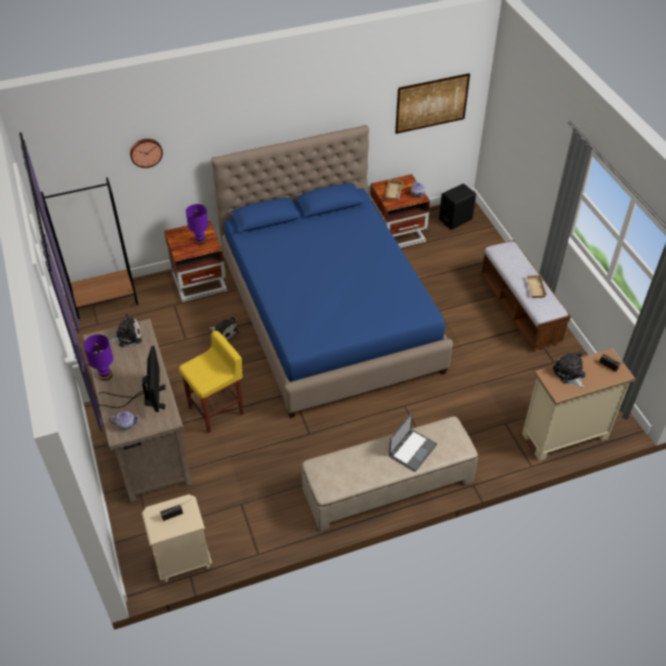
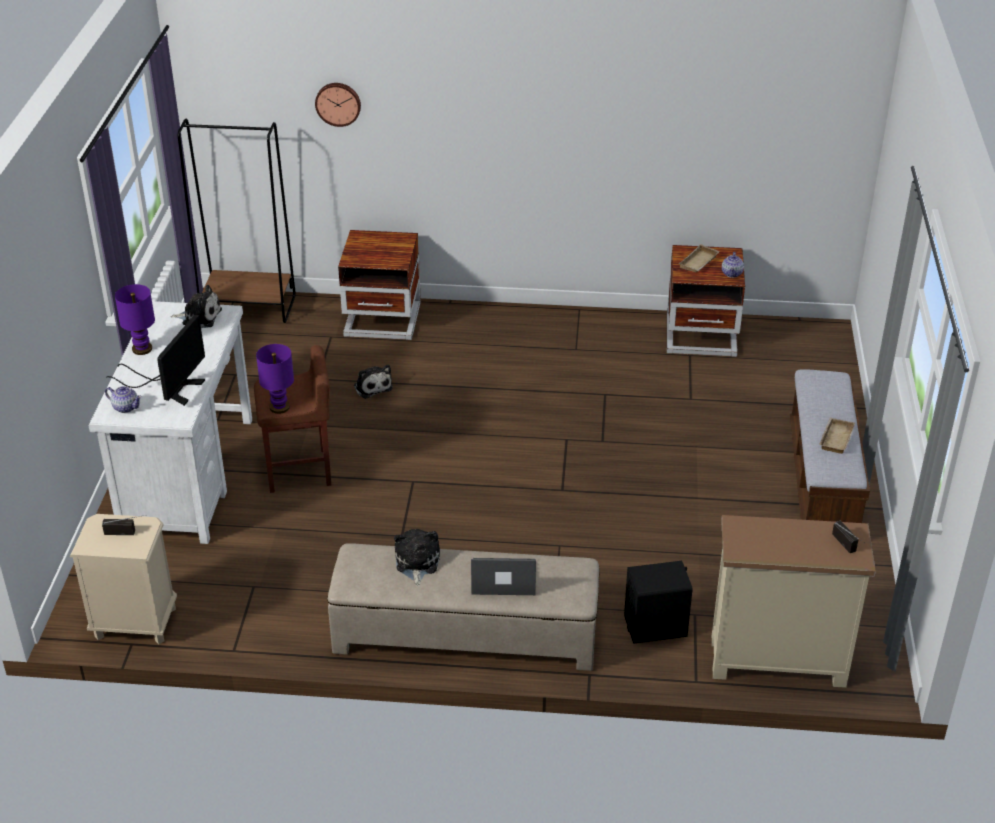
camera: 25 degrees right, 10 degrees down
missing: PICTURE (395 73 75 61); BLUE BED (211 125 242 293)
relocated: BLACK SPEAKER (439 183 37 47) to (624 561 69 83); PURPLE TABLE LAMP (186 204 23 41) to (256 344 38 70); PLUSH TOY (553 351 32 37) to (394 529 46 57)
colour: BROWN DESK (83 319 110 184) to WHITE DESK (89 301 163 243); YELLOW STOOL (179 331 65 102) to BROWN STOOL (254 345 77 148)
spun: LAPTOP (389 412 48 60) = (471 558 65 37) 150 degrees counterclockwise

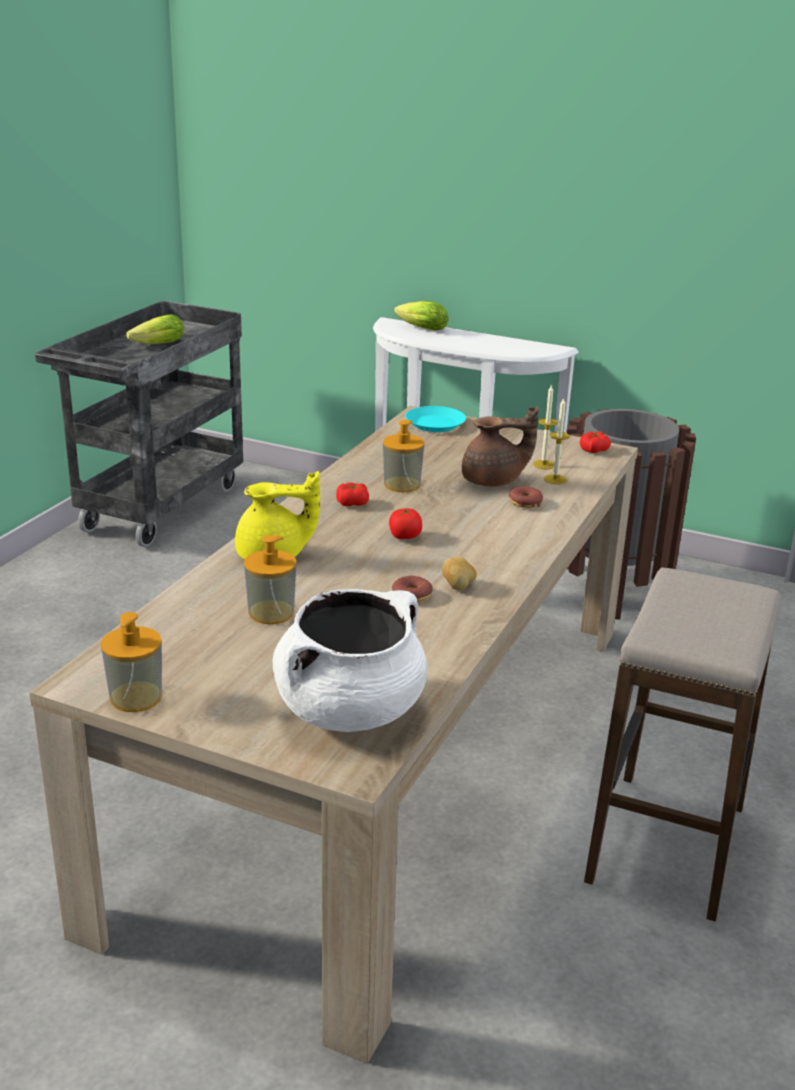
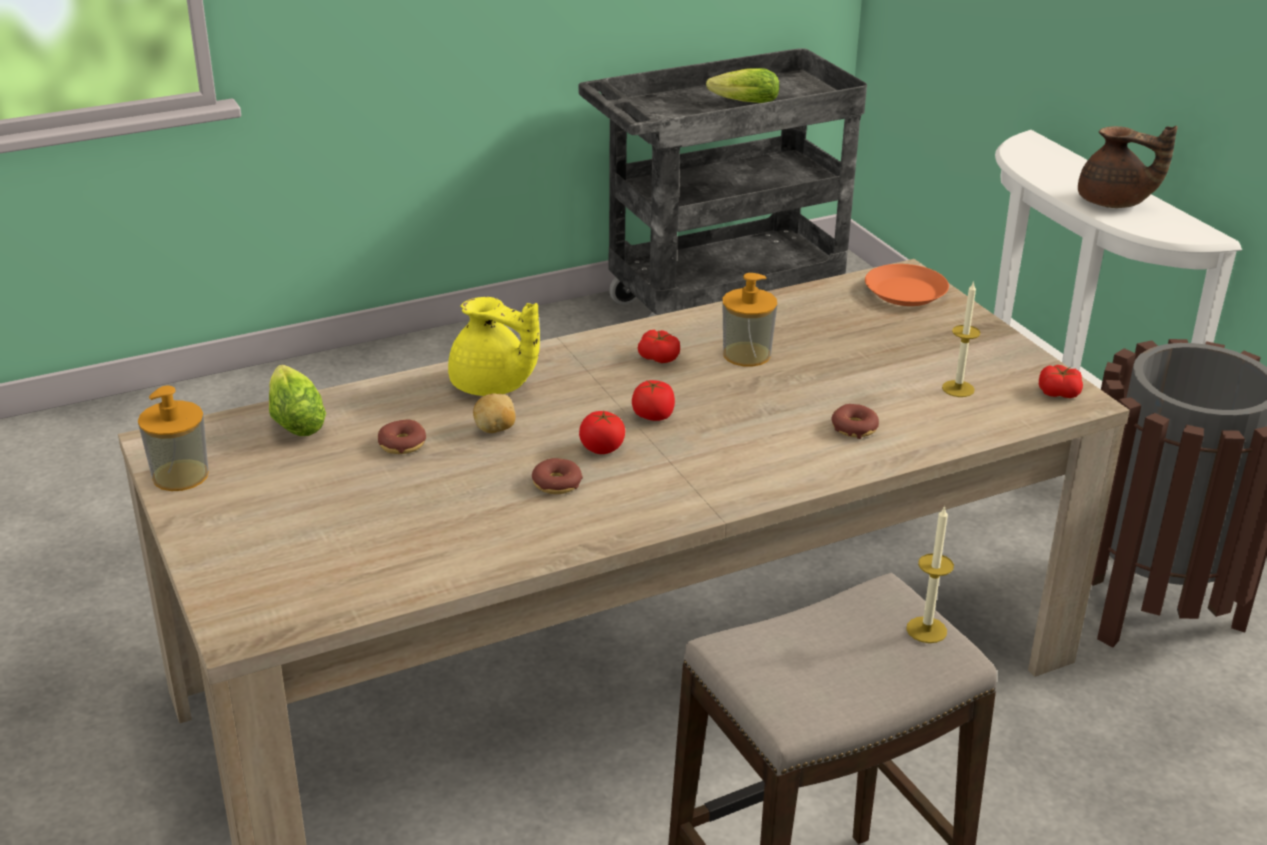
camera: 40 degrees right, 5 degrees up
missing: WHITE COOKING POT (273 589 155 143)
appeared: TOMATO (579 411 46 43)
relocated: LETTUCE (394 301 55 29) to (269 365 57 71); CANDLE (544 397 26 87) to (906 505 48 138); BROWN TEAPOT (462 406 77 81) to (1078 126 100 82); POTATO (442 556 35 34) to (473 393 43 40)
exchanged: SOAP DISPENSER (244 535 53 89) to DONUT (378 419 48 35)
colour: TURQUOISE PLATE (406 406 60 26) to ORANGE PLATE (865 264 84 42)

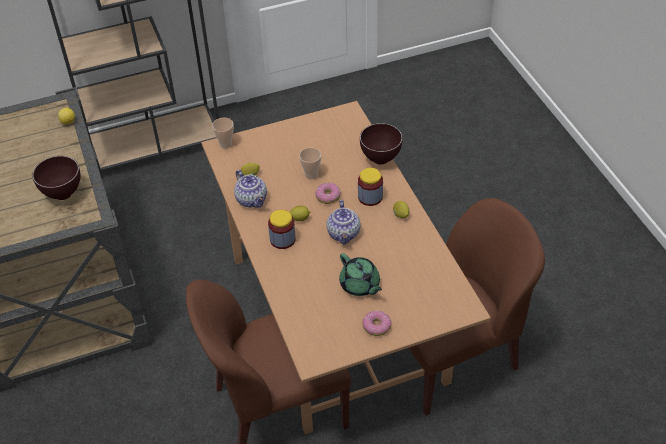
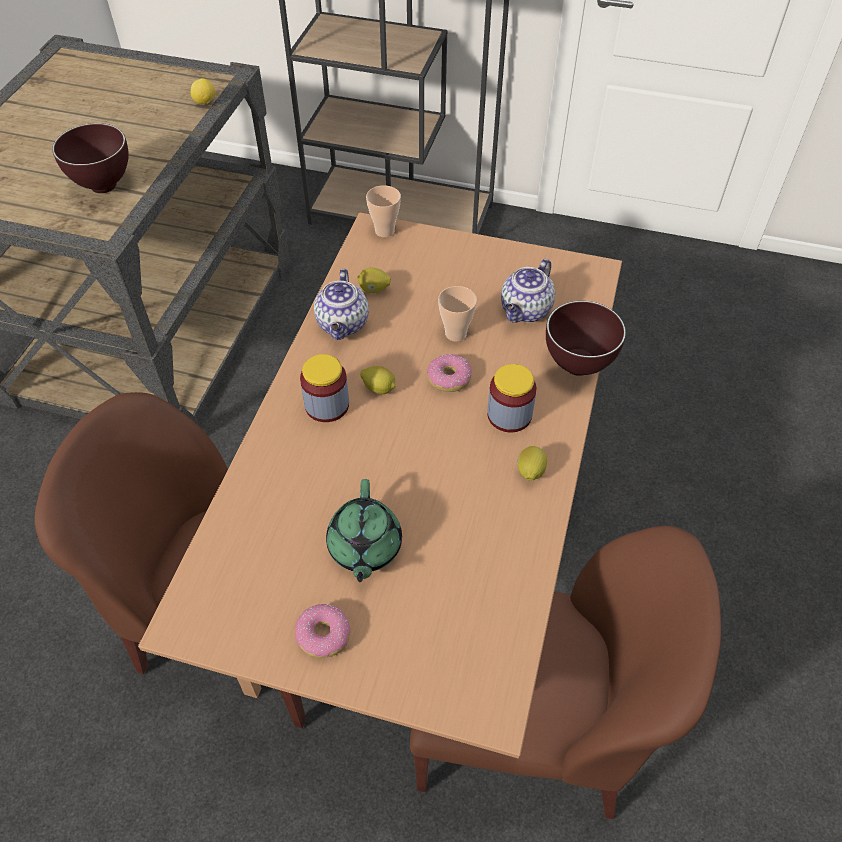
camera: 35 degrees right, 5 degrees up
relocated: TEAPOT (326 200 34 44) to (501 259 54 63)

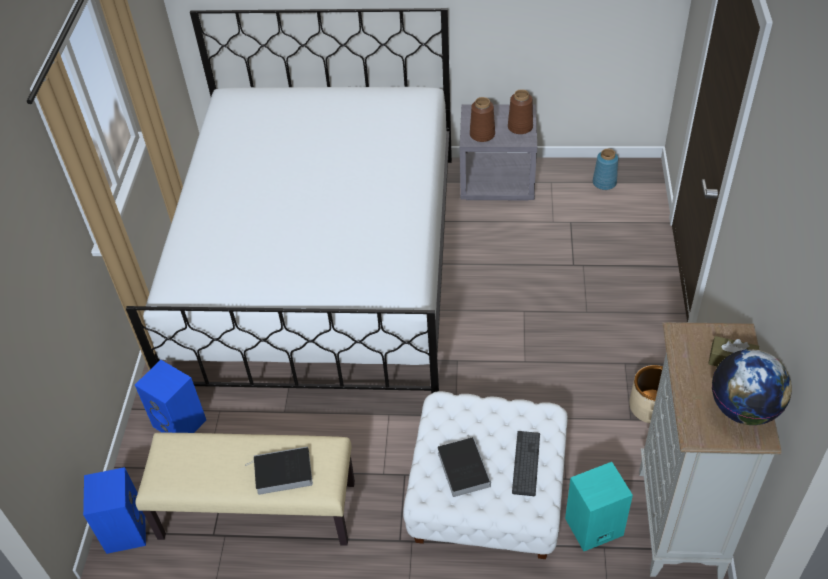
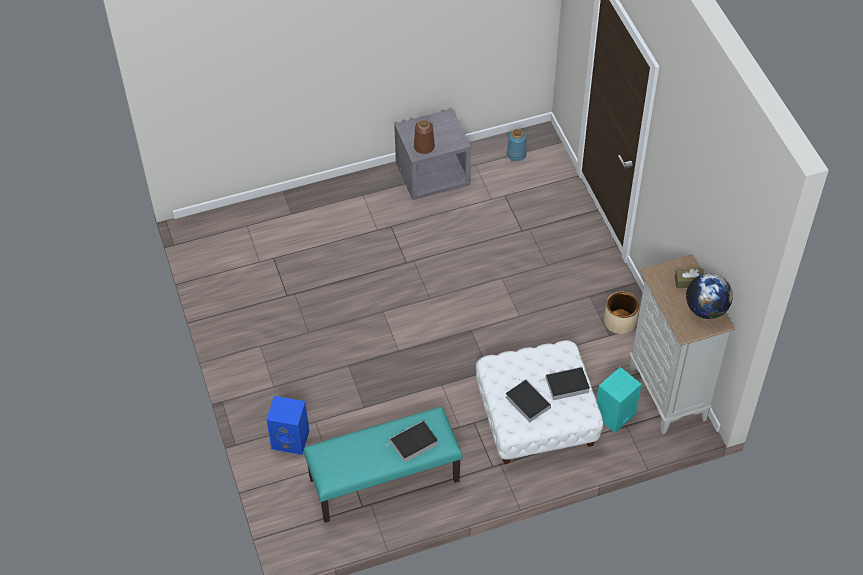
camera: 25 degrees left, 5 degrees up
missing: WHITE BED (126 8 326 386); BROWN VASE (508 89 25 45); BLUE SPEAKER (83 467 63 87)
exchanged: KEYBOARD (512 431 28 65) to BOOK (540 367 50 33)
colour: BEIGE BENCH (135 433 220 113) to TURQUOISE BENCH (304 407 158 116)

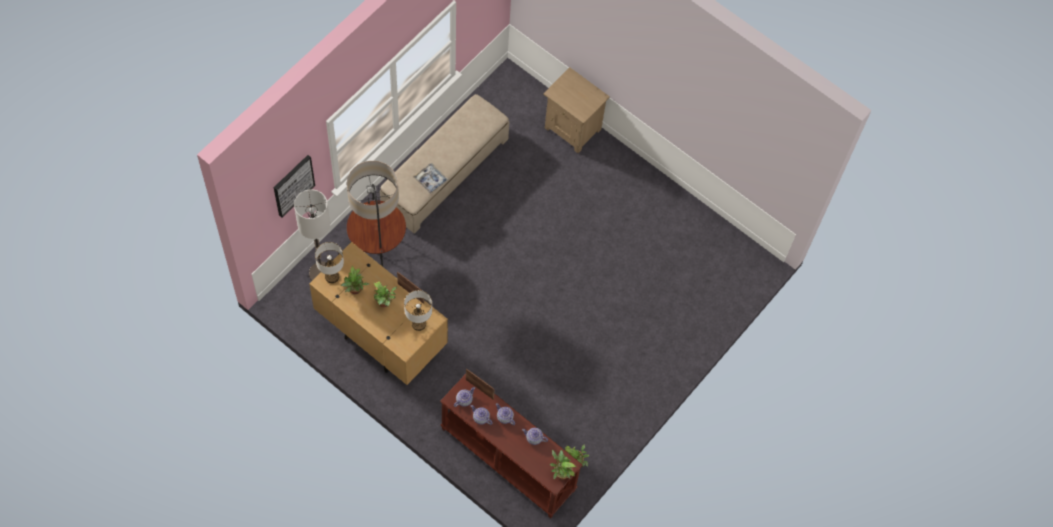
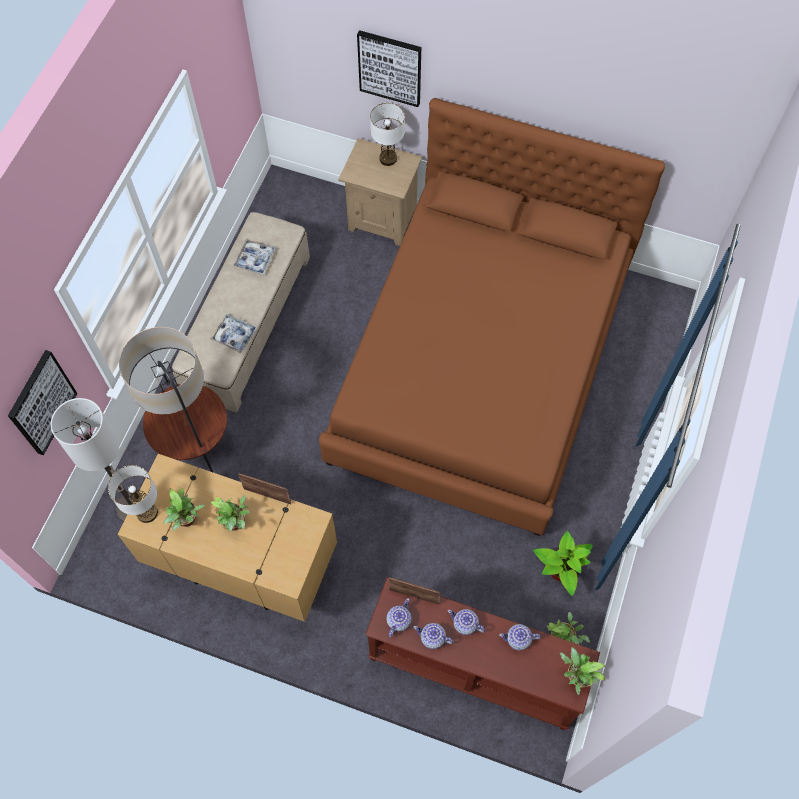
camera: 15 degrees left, 0 degrees up
appeared: PICTURE (357 30 64 77); BROWN BED (319 98 346 438); TRAY (234 239 42 36); POTTED PLANT (533 531 60 65)
relocated: TABLE LAMP (404 290 28 41) to (370 103 35 63)

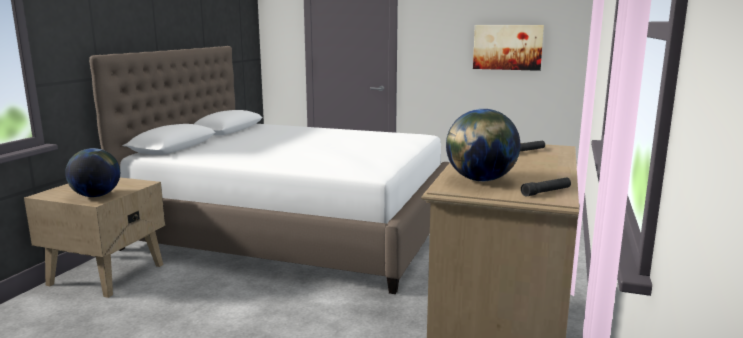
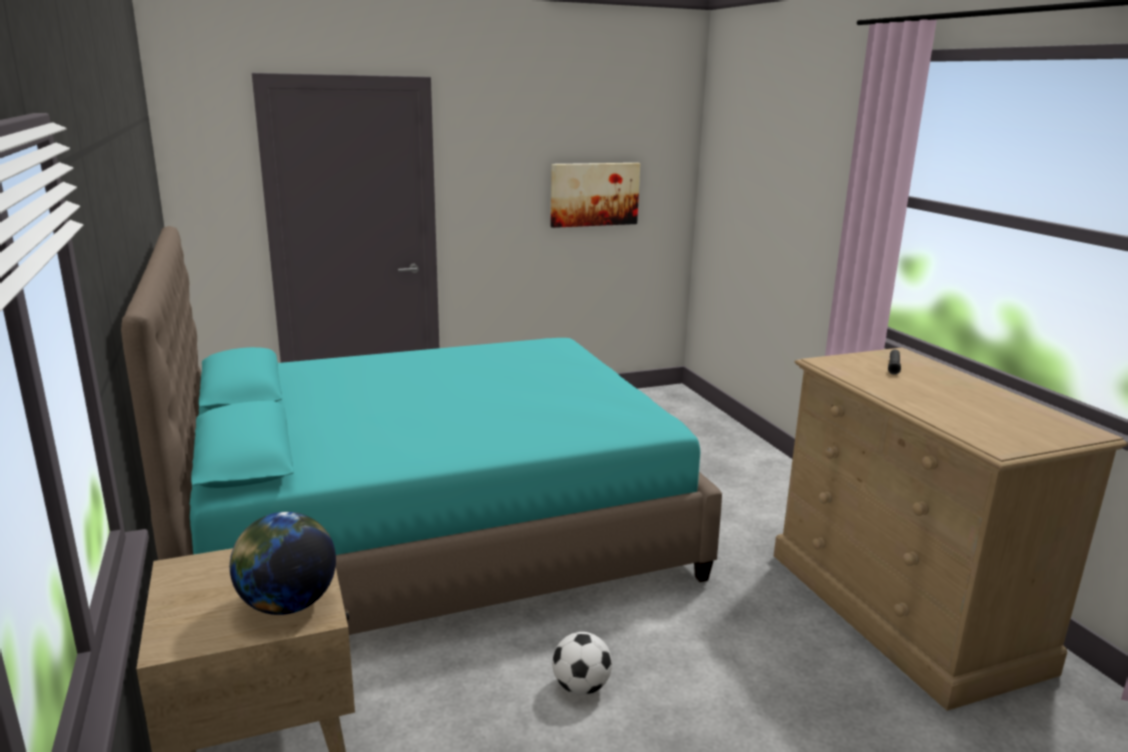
camera: 40 degrees left, 5 degrees up
missing: GLOBE (446 109 74 72); BLACK FLASHLIGHT (521 178 50 19)
appeared: FOOTBALL (552 632 60 63)
colour: WHITE BED (89 46 361 248) to TURQUOISE BED (121 226 601 409)

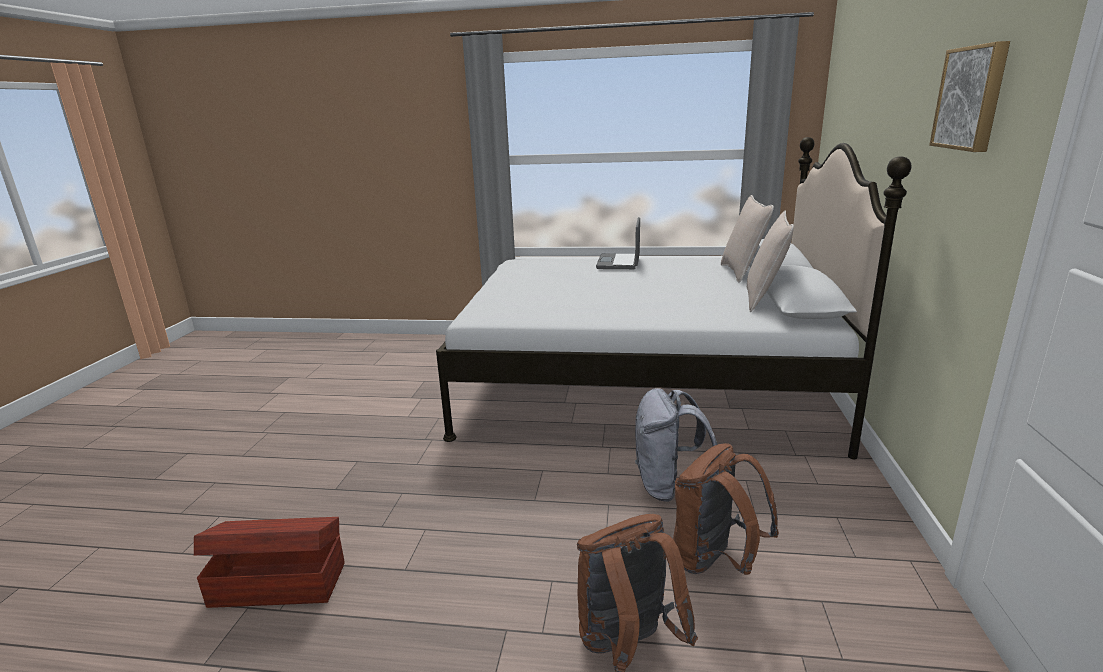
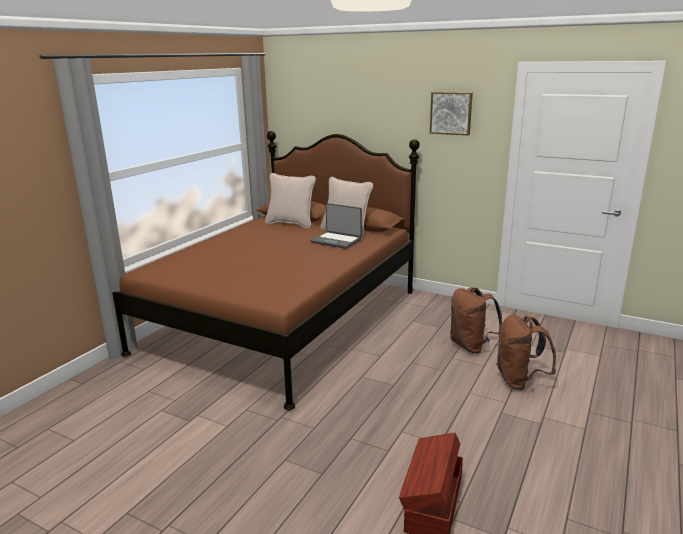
camera: 70 degrees left, 0 degrees up
missing: GREY BACKPACK (635 388 82 114)
relocated: LAPTOP (596 217 44 52) to (310 203 52 46)
colour: WHITE BED (436 137 475 322) to BROWN BED (112 131 308 279)

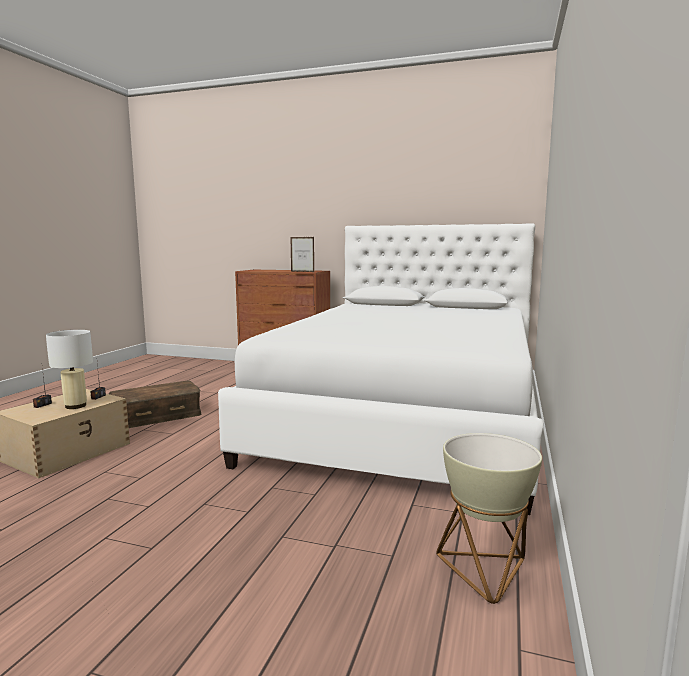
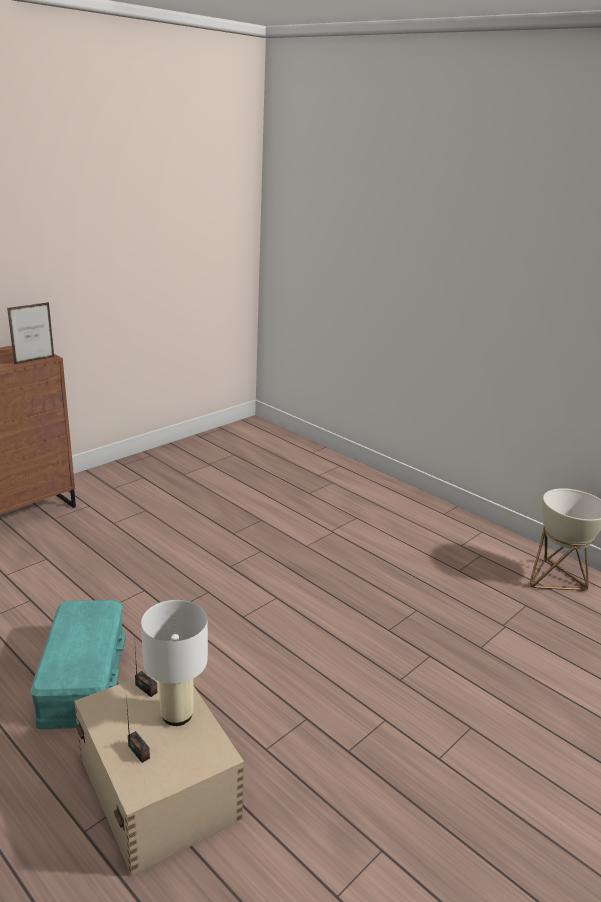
camera: 65 degrees left, 15 degrees up
missing: WHITE BED (218 223 326 292)
colour: BROWN STORAGE BOX (109 381 92 47) to TURQUOISE STORAGE BOX (30 600 96 129)

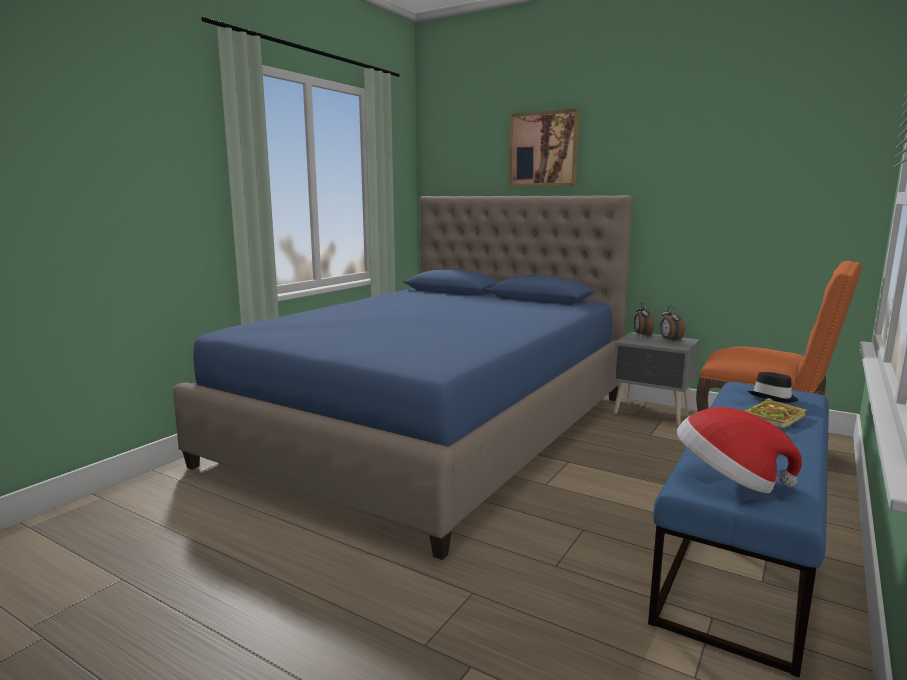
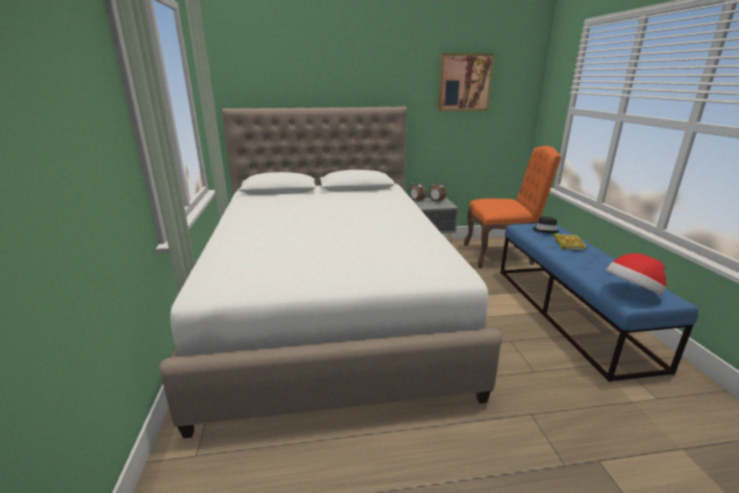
camera: 40 degrees left, 10 degrees up
relocated: PICTURE (509 109 71 78) to (438 53 57 58)
colour: BLUE BED (173 195 460 365) to WHITE BED (159 107 343 331)

